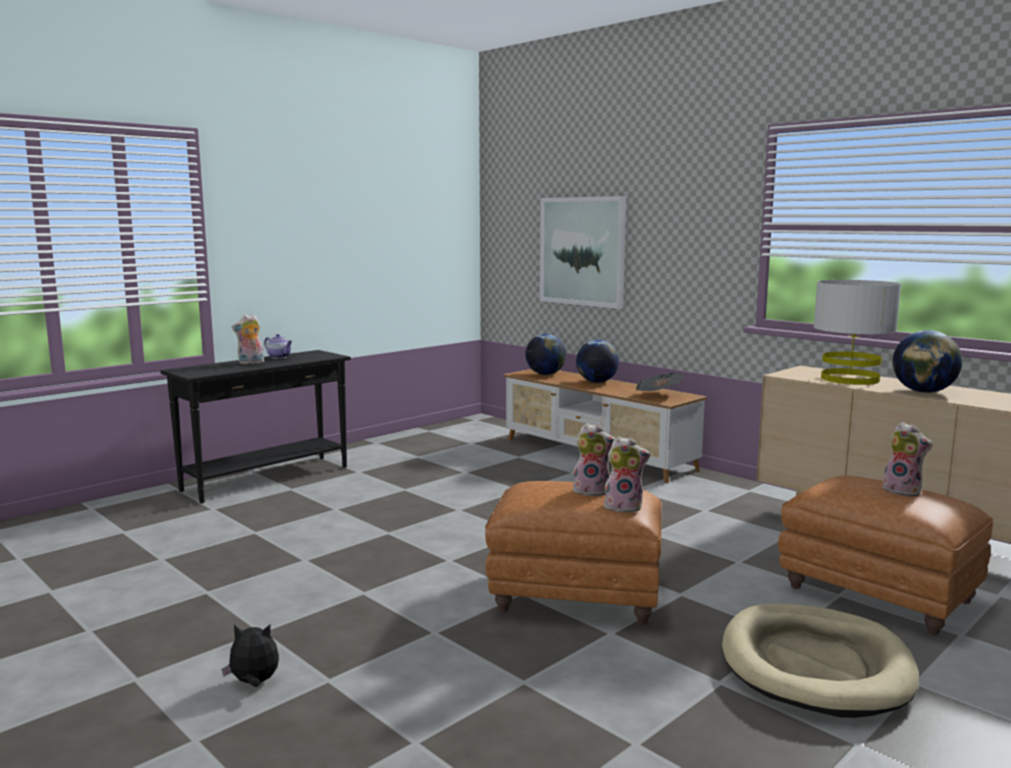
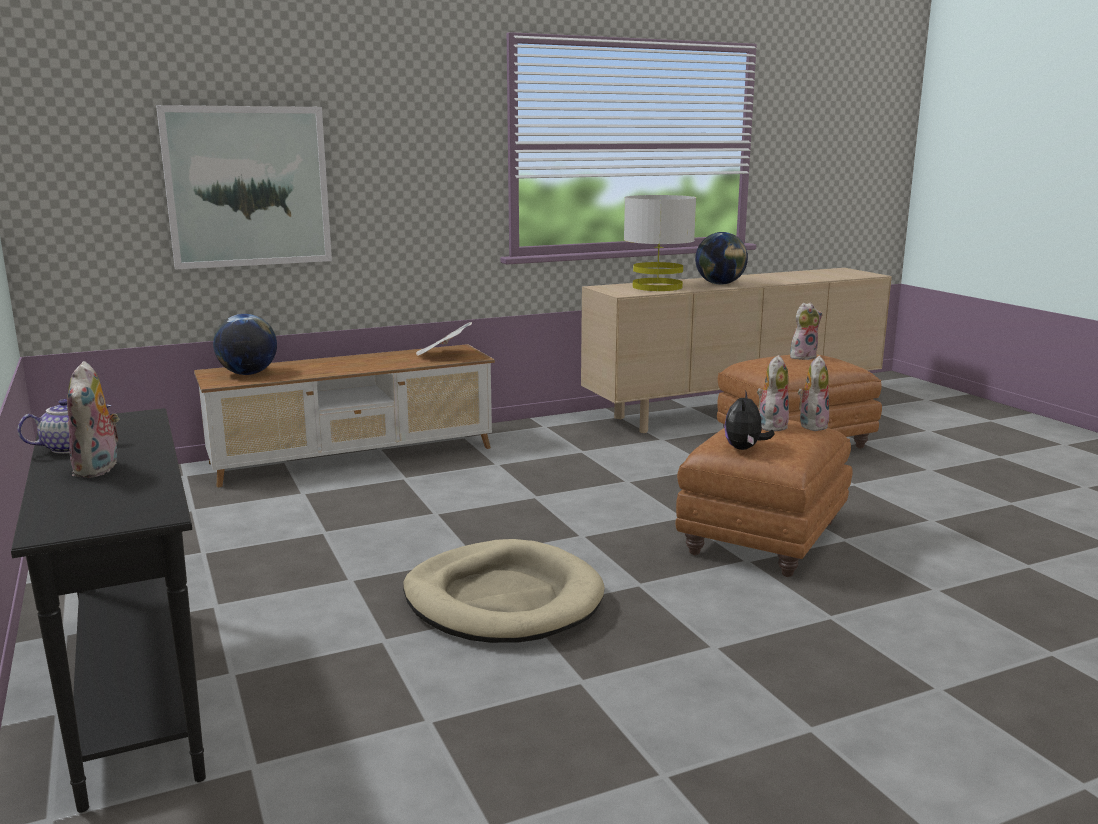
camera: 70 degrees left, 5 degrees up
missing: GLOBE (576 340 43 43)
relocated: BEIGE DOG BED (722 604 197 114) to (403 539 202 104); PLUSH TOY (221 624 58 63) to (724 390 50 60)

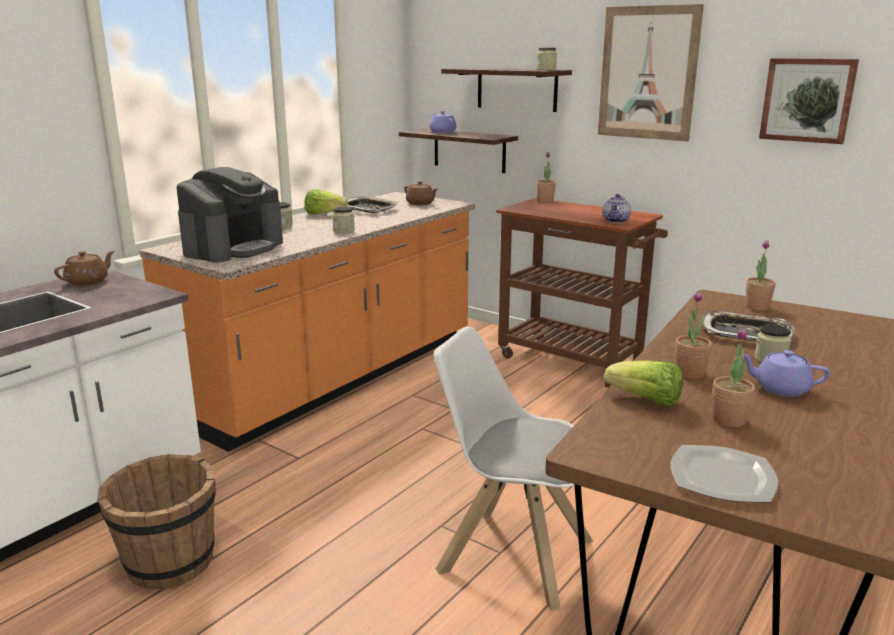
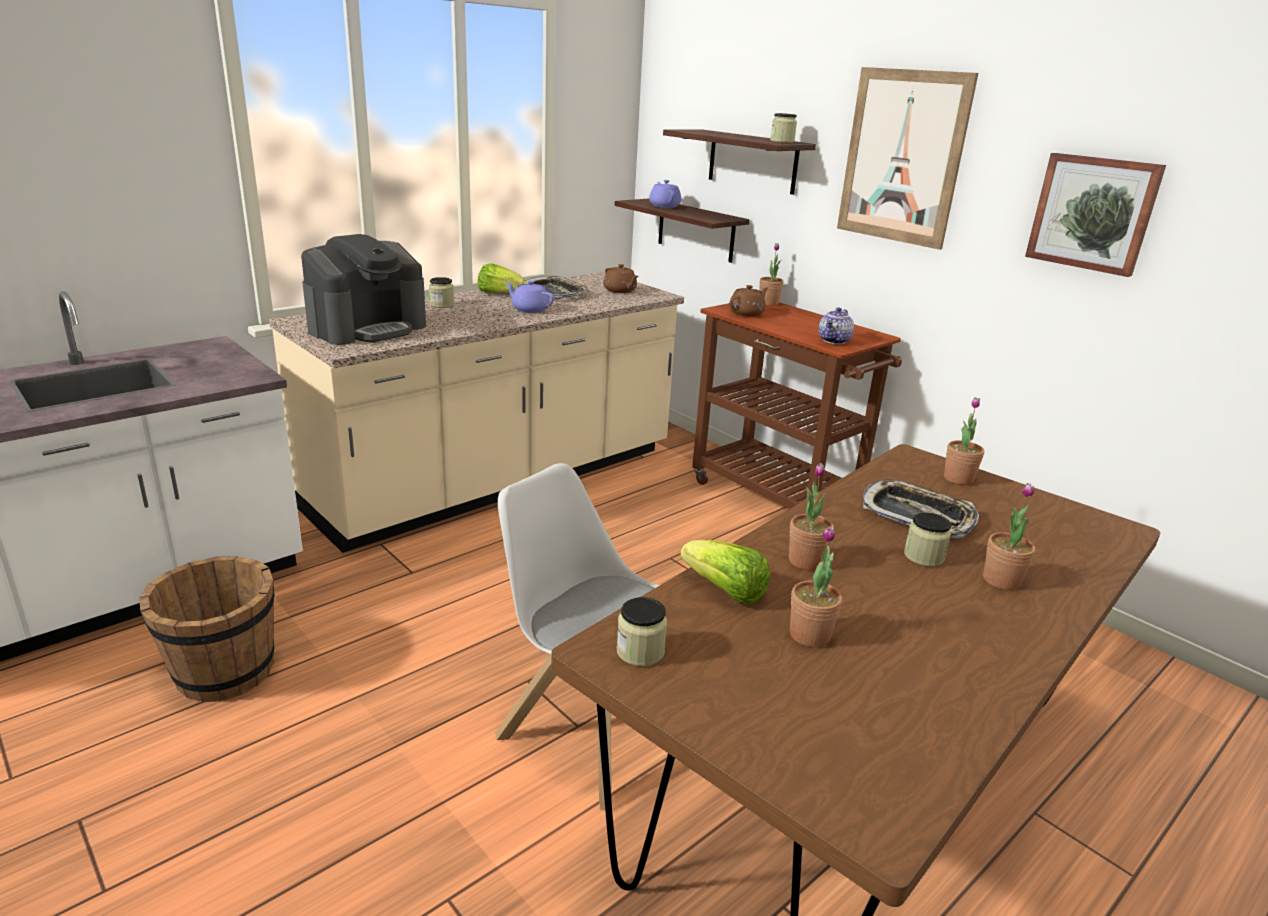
camera: 10 degrees right, 5 degrees up
missing: PLATE (671 445 107 58)
appeared: POTTED PLANT (983 483 53 107)
relocated: JAR (332 207 23 26) to (617 597 50 69); BROWN TEAPOT (54 251 60 35) to (729 285 39 32); PURPLE TEAPOT (744 350 86 47) to (505 281 49 32)
colour: ORANGE COUNTER (140 192 335 260) to BEIGE COUNTER (269 272 415 281)

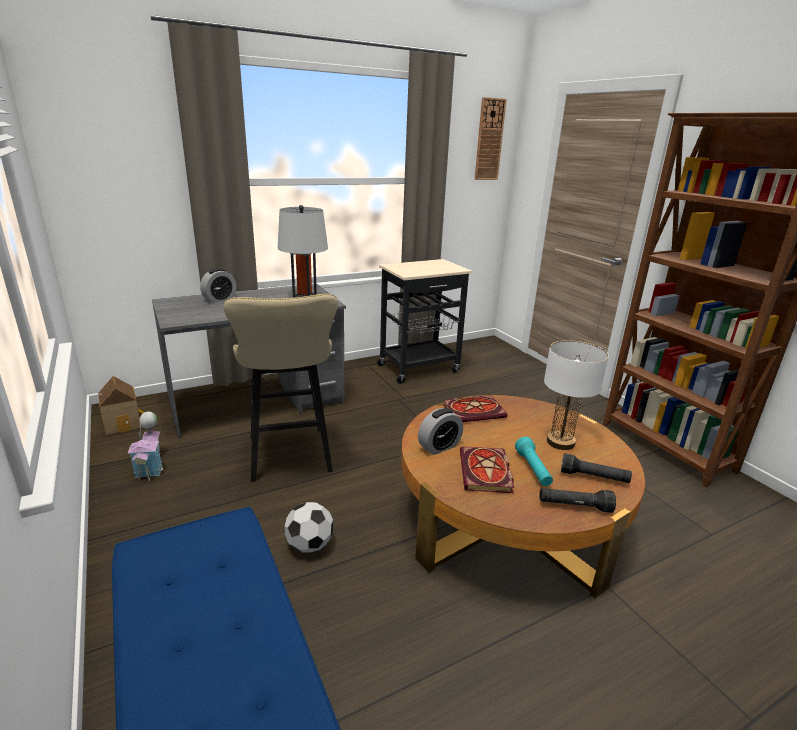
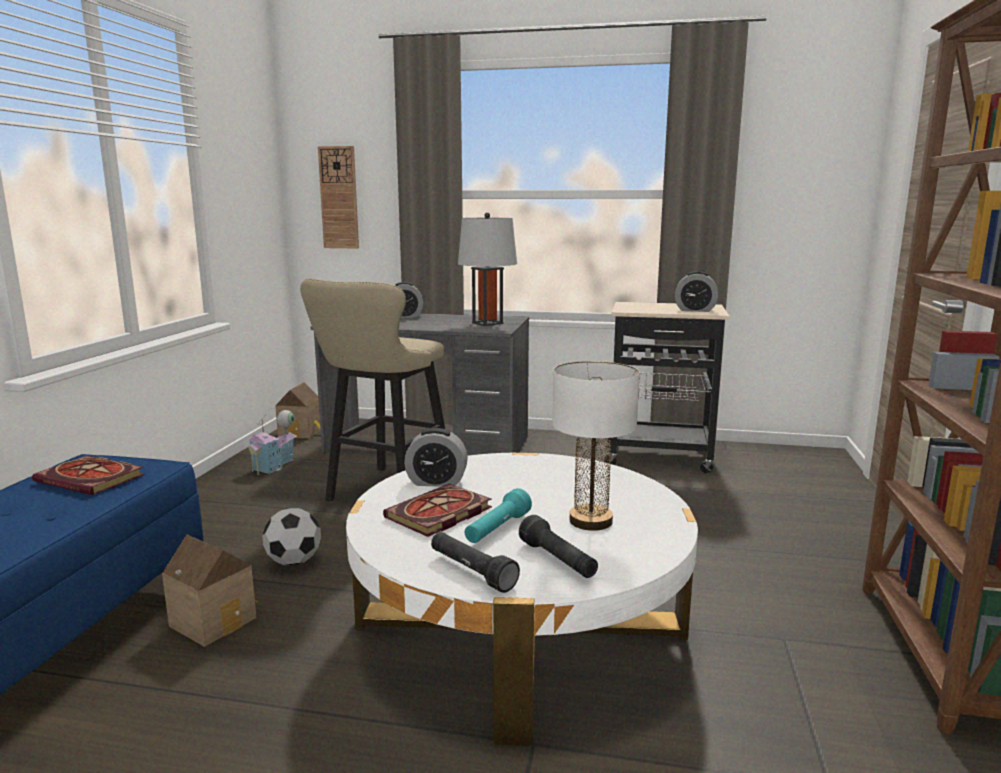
camera: 40 degrees right, 10 degrees down
appeared: ALARM CLOCK (675 271 43 41); TOY HOUSE (162 535 97 112)
relocated: WALL CLOCK (474 97 33 83) to (318 146 41 103); BOOK (443 395 64 27) to (32 455 113 40)
colour: BROWN COFFEE TABLE (401 395 244 203) to WHITE COFFEE TABLE (346 453 352 293)

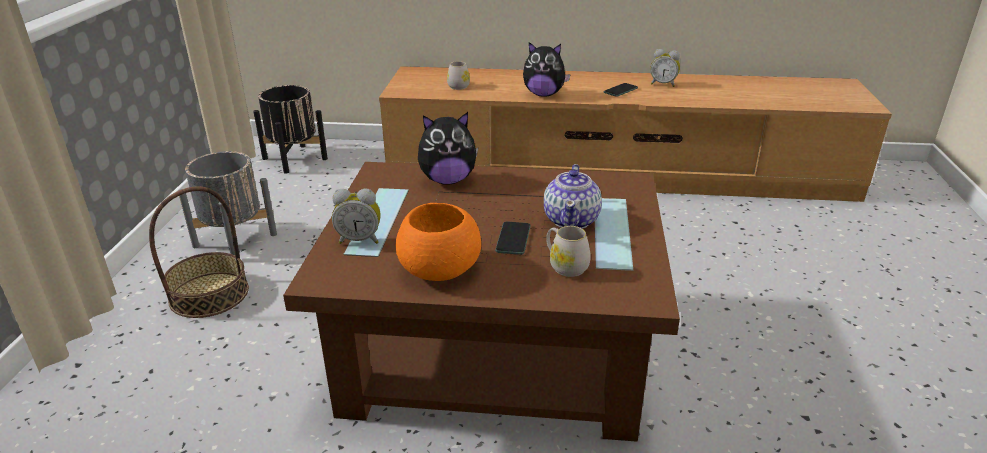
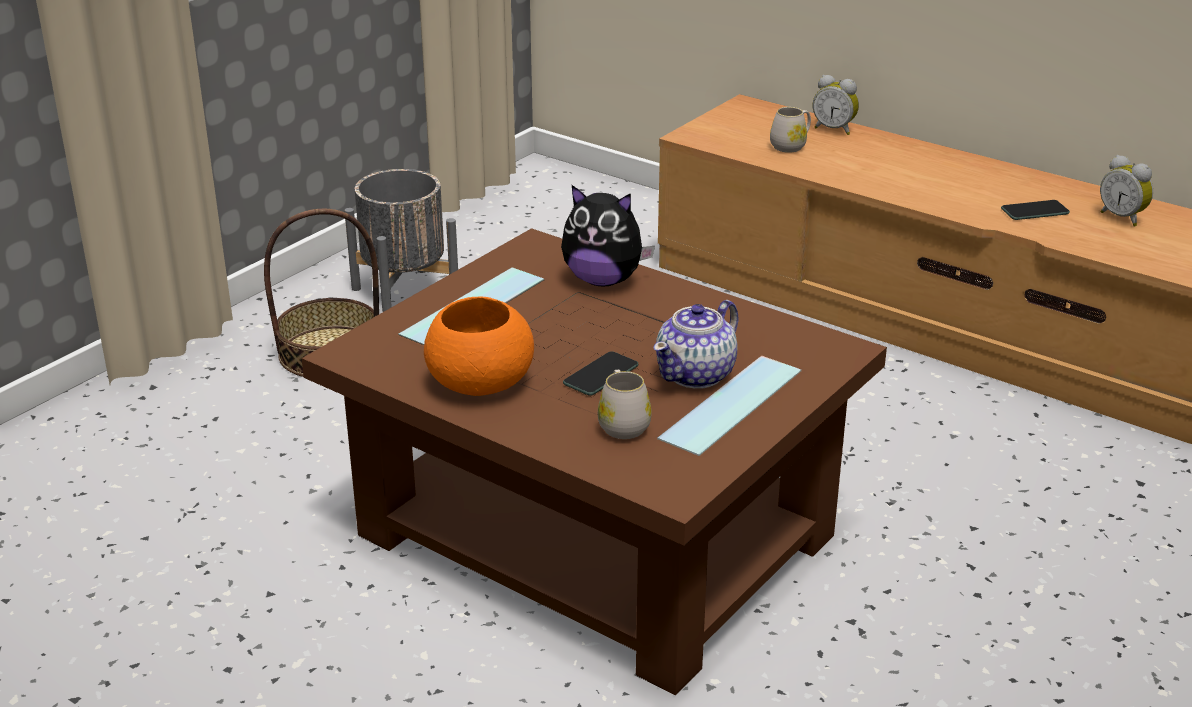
camera: 30 degrees right, 0 degrees up
missing: PLUSH TOY (523 42 48 55); BLACK PLANTER (253 85 75 89)
relocated: ALARM CLOCK (332 189 49 55) to (813 75 46 60)

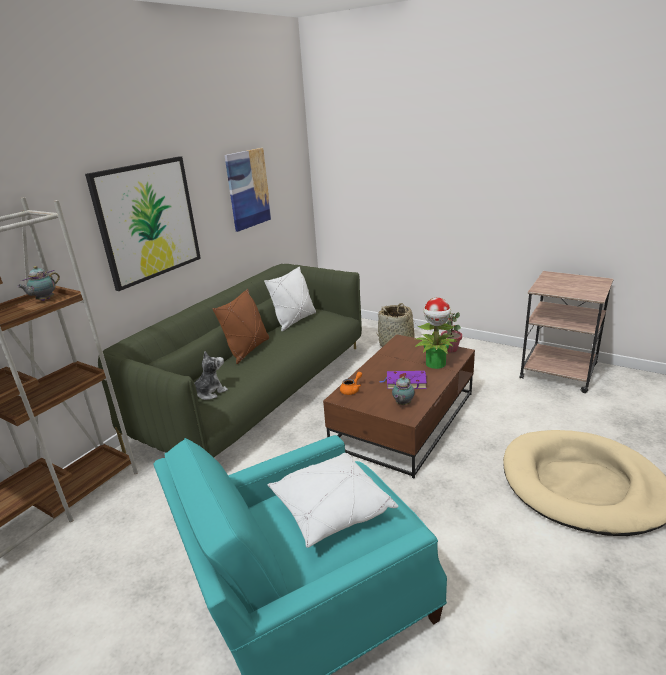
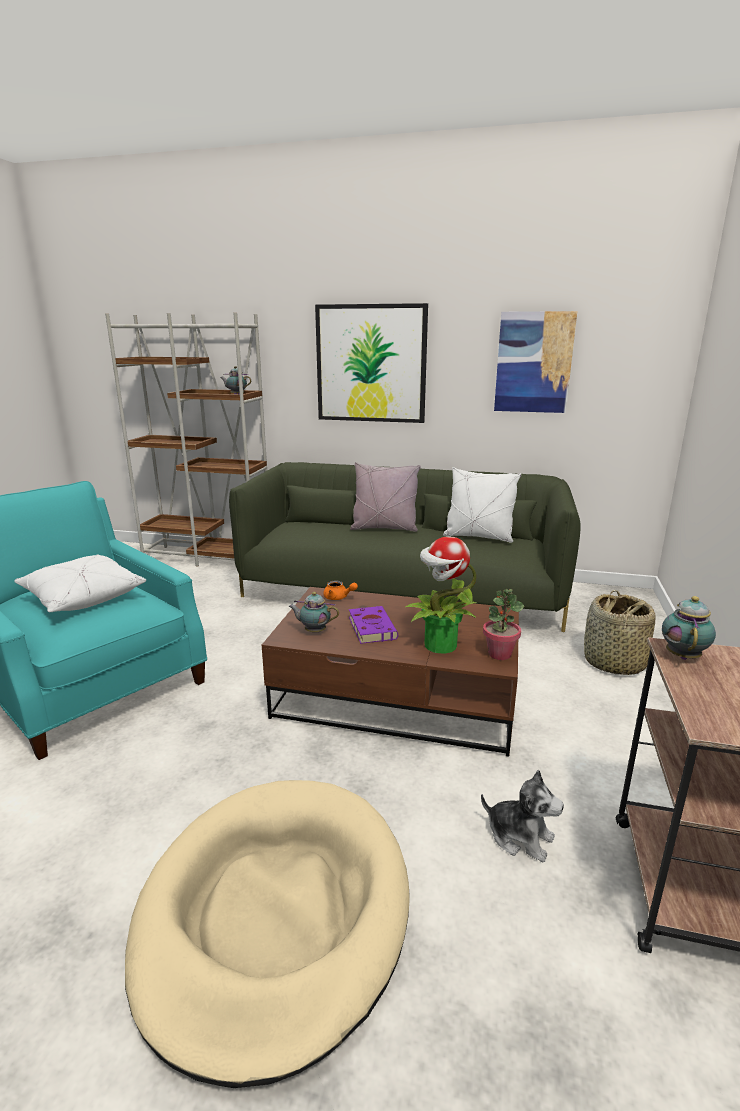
camera: 70 degrees right, 5 degrees down
appeared: TEAPOT (662 596 54 64)
relocated: PLUSH TOY (194 351 34 49) to (481 770 83 92)
colour: BROWN PILLOW (213 289 56 75) to PURPLE PILLOW (350 462 71 70)

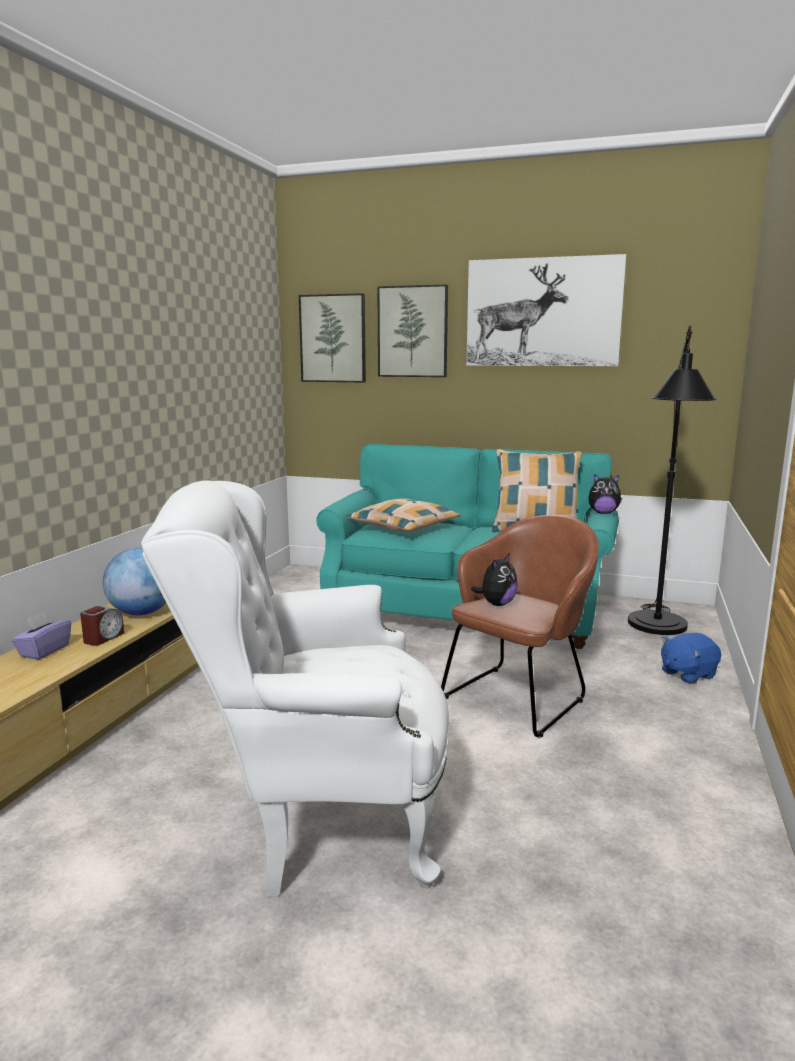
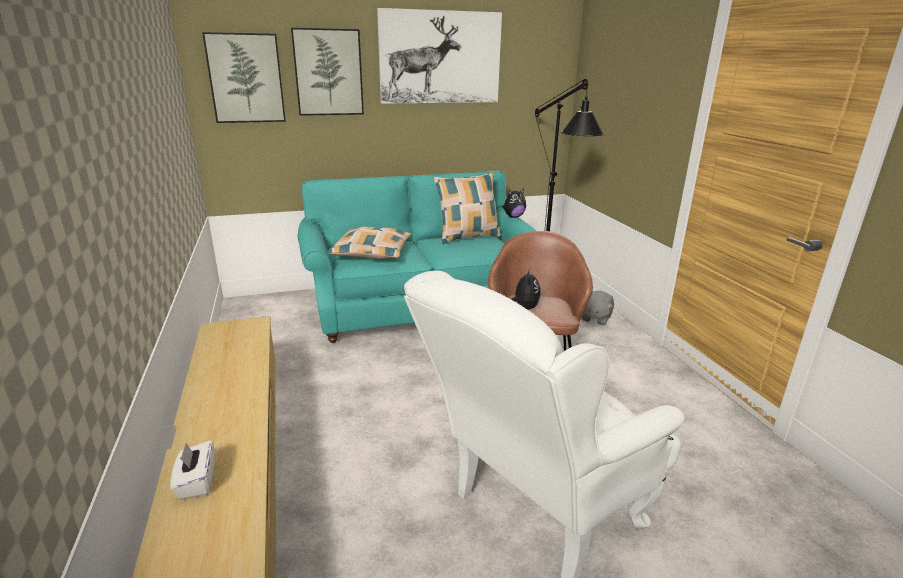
camera: 35 degrees left, 10 degrees up
missing: GLOBE (103 548 63 67); ALARM CLOCK (80 606 44 40)
colour: PURPLE TISSUE BOX (12 611 59 49) to WHITE TISSUE BOX (170 440 44 59); BLUE PLUSH TOY (661 633 60 51) to GREY PLUSH TOY (582 291 32 34)

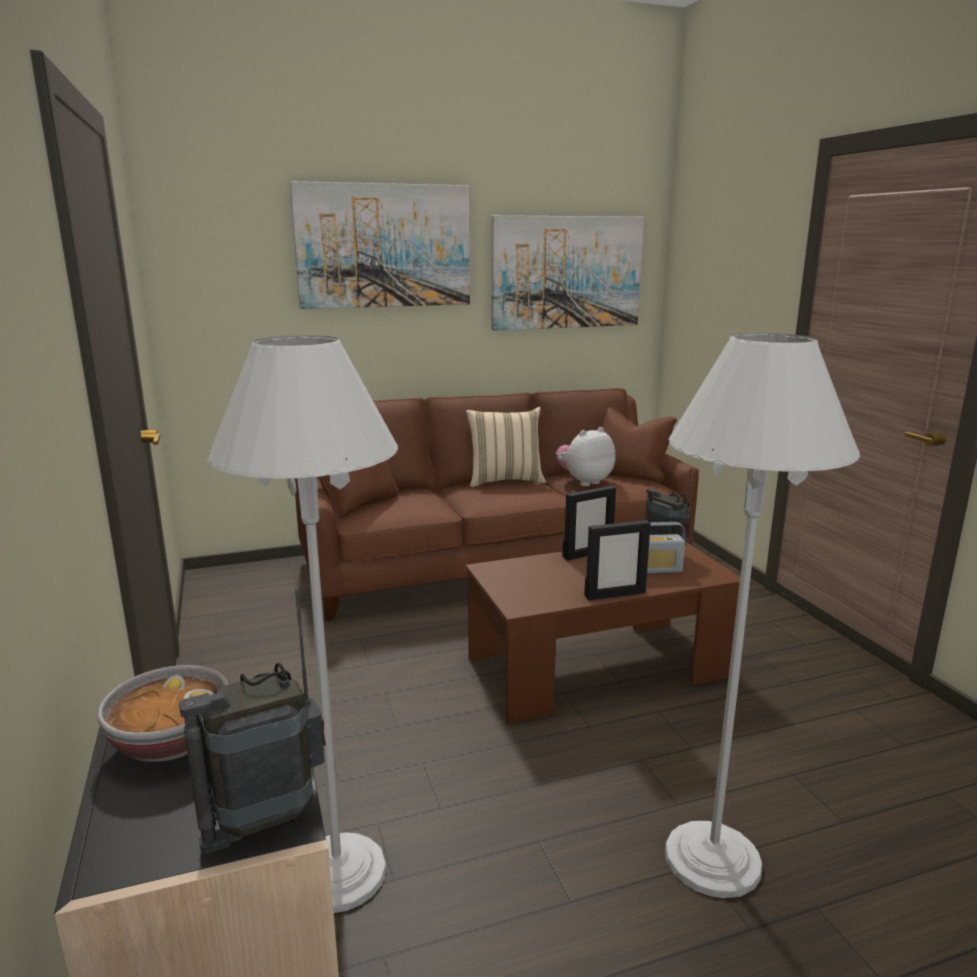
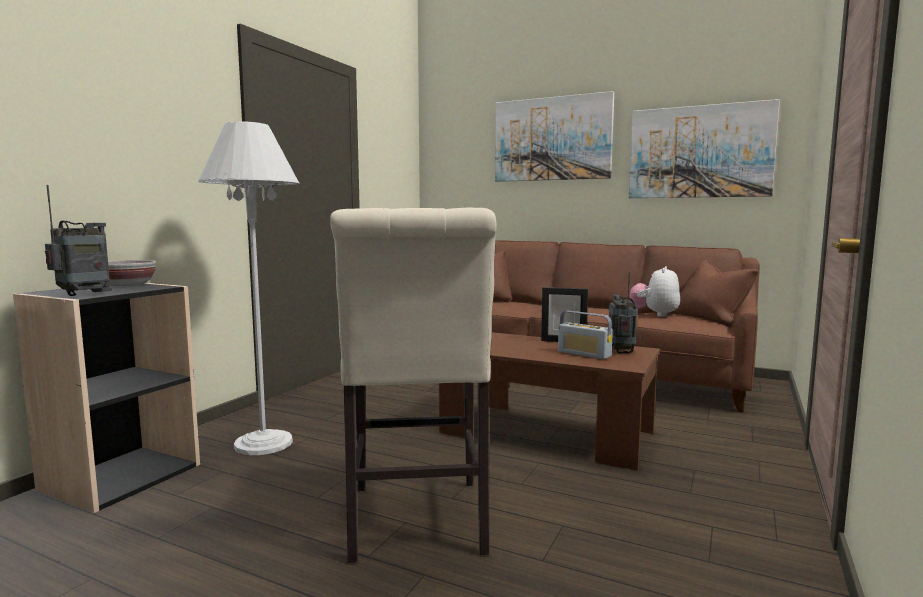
camera: 45 degrees right, 10 degrees down
missing: BEIGE PILLOW (466 407 80 80); PICTURE FRAME (584 520 67 80)
exchanged: WHITE FLOOR LAMP (665 333 195 565) to BEIGE STOOL (330 208 167 355)
spun: PLUSH TOY (556 427 59 59) = (630 266 50 51) 75 degrees counterclockwise; RADIO (179 588 147 267) = (45 185 67 111) 105 degrees clockwise

